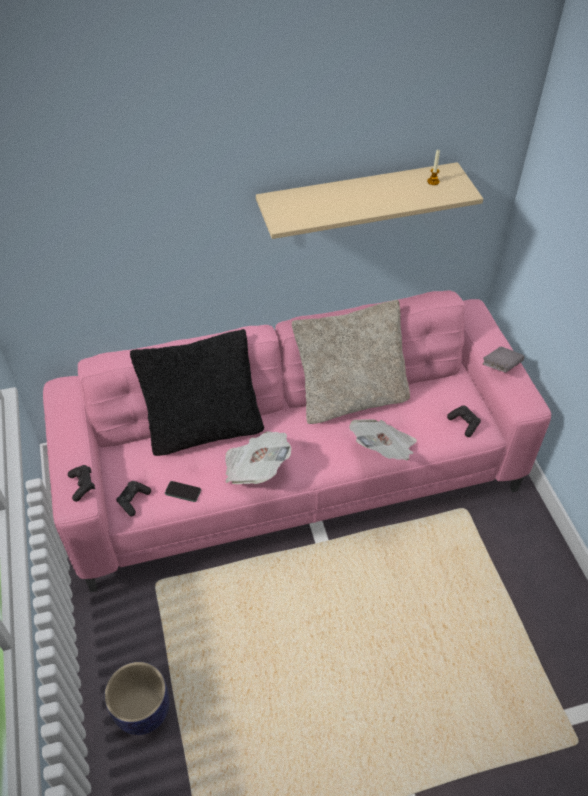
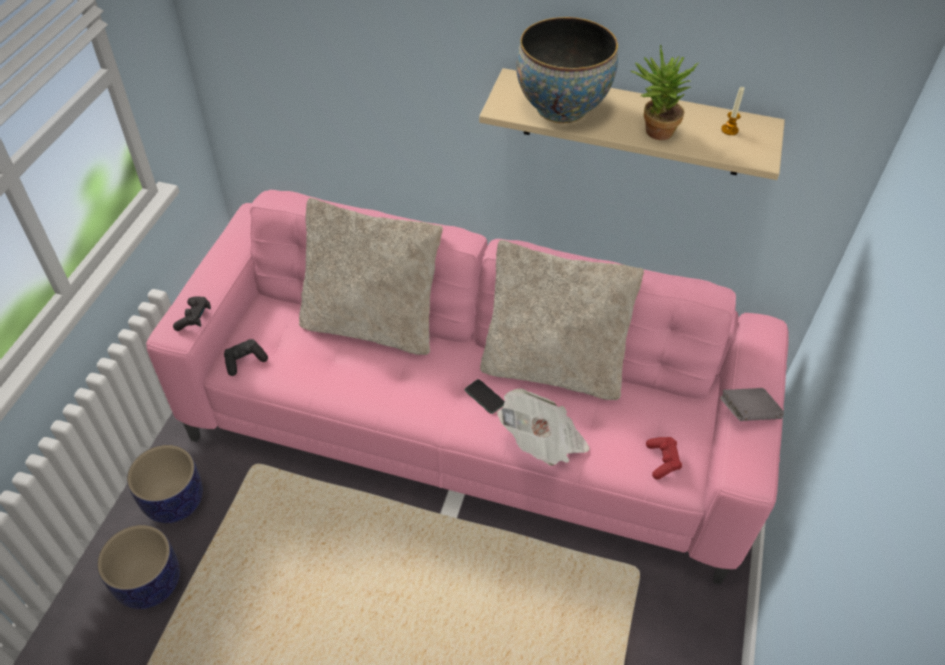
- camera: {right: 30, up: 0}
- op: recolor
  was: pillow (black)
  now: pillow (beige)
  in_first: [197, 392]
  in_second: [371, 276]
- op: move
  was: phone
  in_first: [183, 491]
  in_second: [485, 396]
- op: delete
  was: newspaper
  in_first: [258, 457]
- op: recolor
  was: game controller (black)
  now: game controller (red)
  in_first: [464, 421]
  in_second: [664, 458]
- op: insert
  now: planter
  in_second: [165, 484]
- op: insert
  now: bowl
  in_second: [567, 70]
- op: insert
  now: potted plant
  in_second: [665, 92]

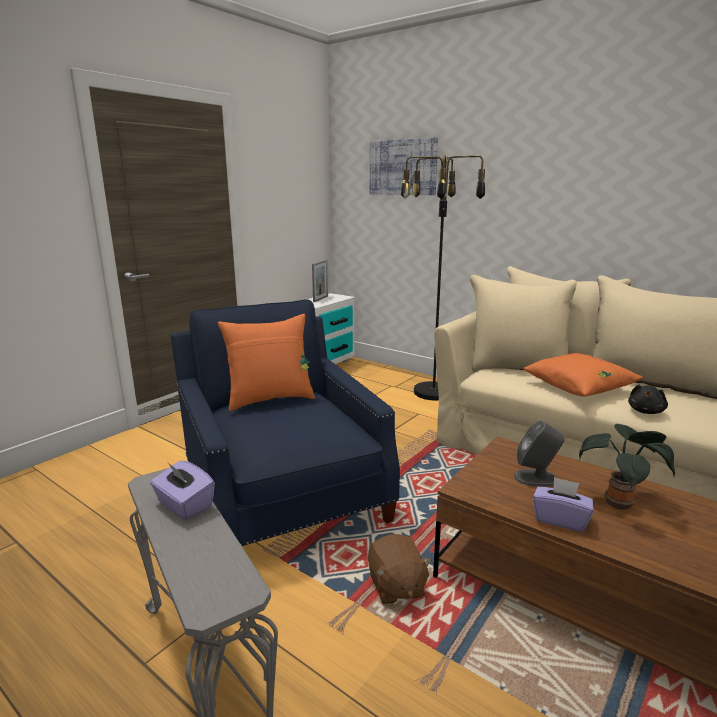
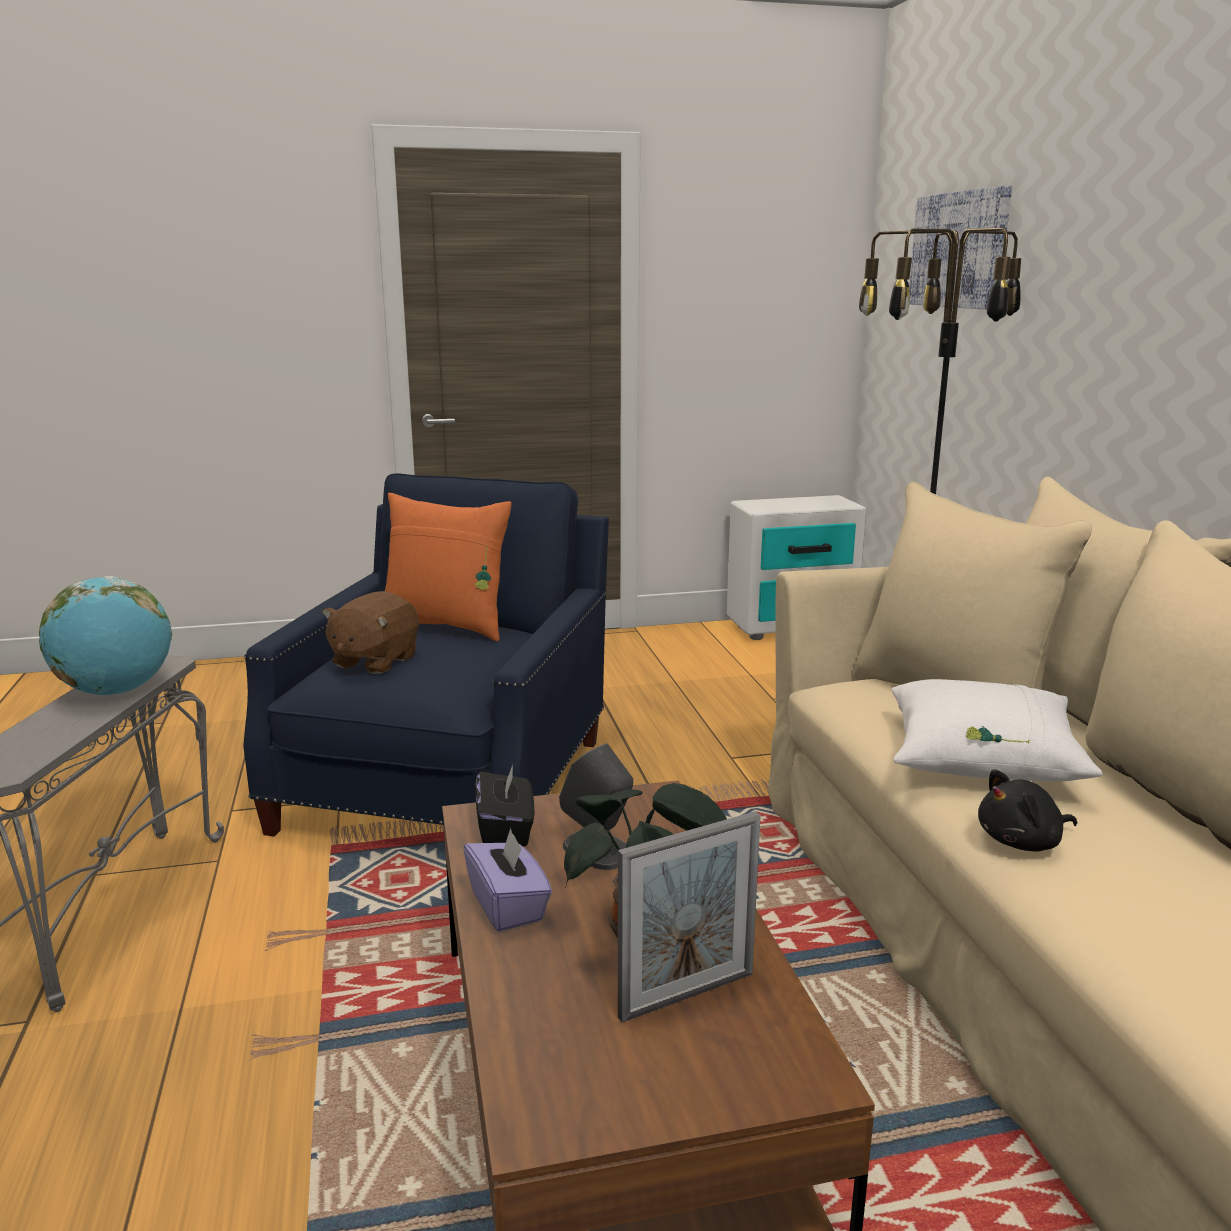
- camera: {right: 40, up: 0}
- op: replace
  was: tissue box (purple)
  now: globe
  in_first: [182, 490]
  in_second: [105, 635]
- op: move
  was: picture frame
  in_first: [320, 281]
  in_second: [689, 917]
- op: move
  was: plush toy (brown)
  in_first: [400, 569]
  in_second: [370, 632]
- op: recolor
  was: pillow (orange)
  now: pillow (white)
  in_first: [583, 375]
  in_second: [997, 730]
- op: insert
  now: tissue box (black)
  in_second: [505, 804]

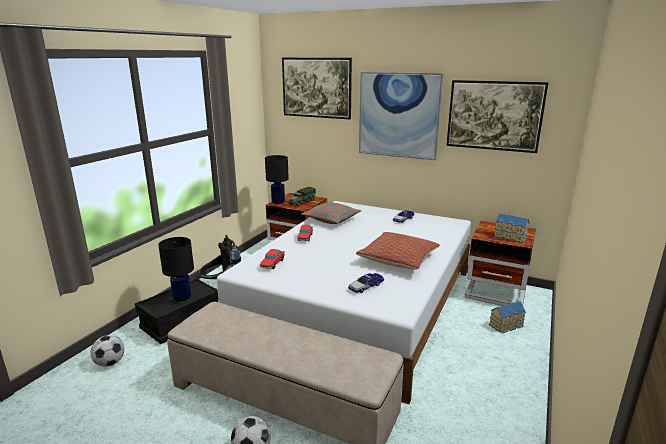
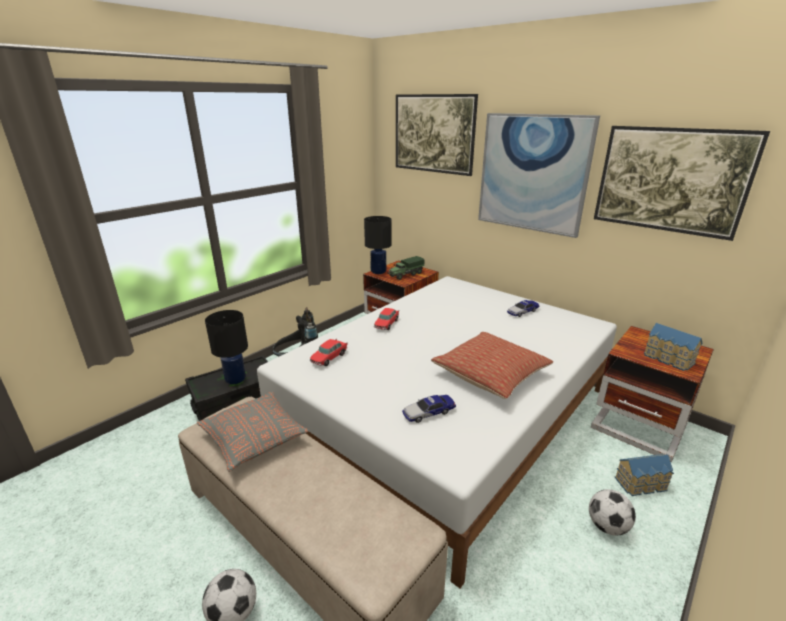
- camera: {right: 15, up: 5}
- op: move
  was: football
  in_first: [107, 351]
  in_second: [612, 512]
- op: move
  was: pillow (grey)
  in_first: [331, 213]
  in_second: [253, 431]

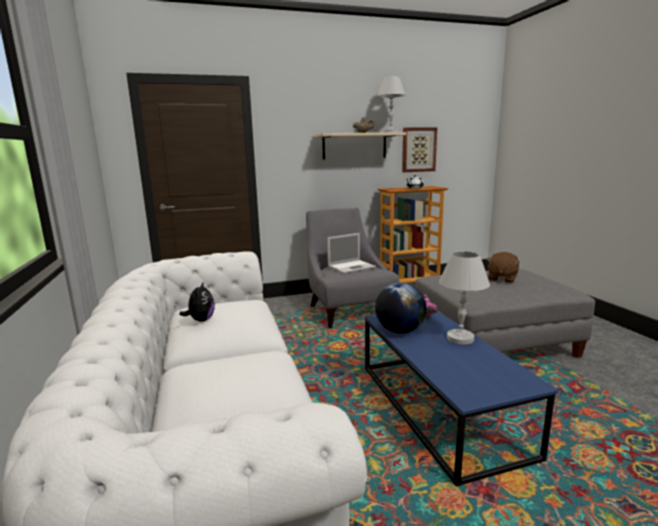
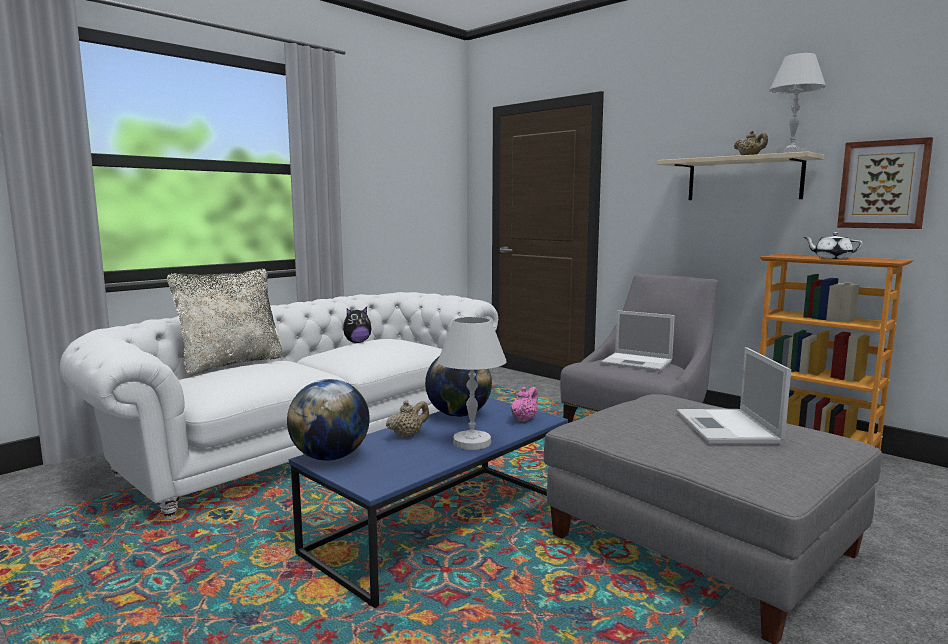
- camera: {right: 60, up: -5}
- op: replace
  was: plush toy (brown)
  now: laptop
  in_first: [503, 267]
  in_second: [734, 395]
- op: insert
  now: pillow (beige)
  in_second: [225, 321]
- op: insert
  now: globe
  in_second: [328, 420]
- op: insert
  now: teapot (beige)
  in_second: [407, 419]

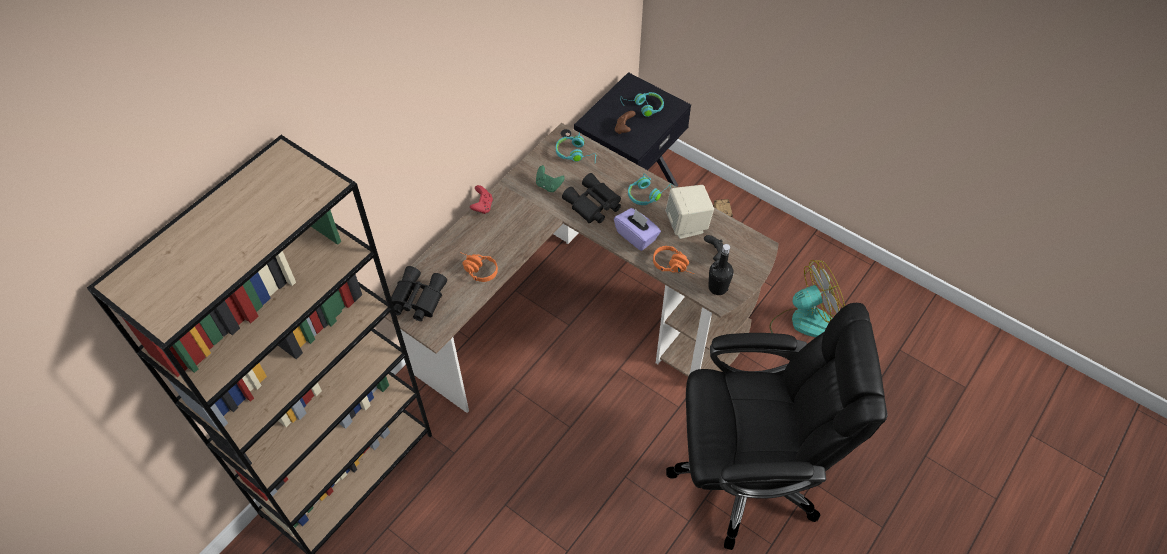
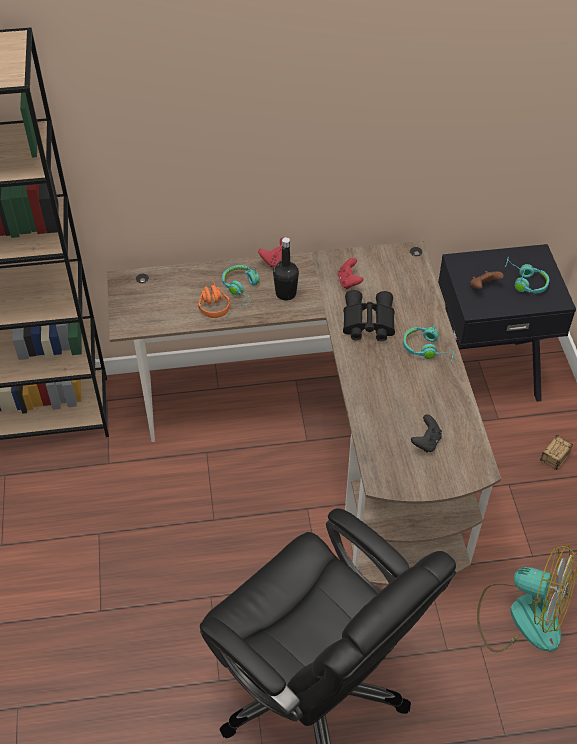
- camera: {right: 45, up: -5}
- op: delete
  was: binoculars (black)
  in_first: [419, 293]
- op: recolor
  was: game controller (green)
  now: game controller (red)
  in_first: [550, 178]
  in_second: [350, 273]
- op: move
  was: headphones (turquoise)
  in_first: [576, 147]
  in_second: [241, 285]
- op: delete
  was: tissue box (purple)
  in_first: [637, 229]
- op: delete
  was: headphones (orange)
  in_first: [673, 260]
- op: delete
  was: speaker (beige)
  in_first: [690, 212]
- op: move
  was: bottle (black)
  in_first: [721, 269]
  in_second: [286, 269]

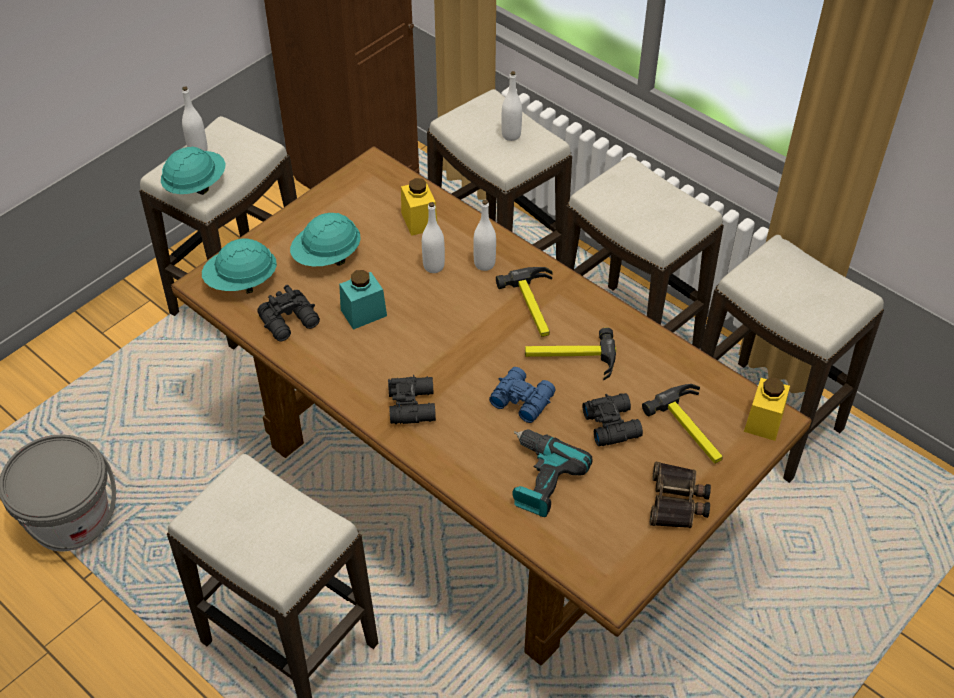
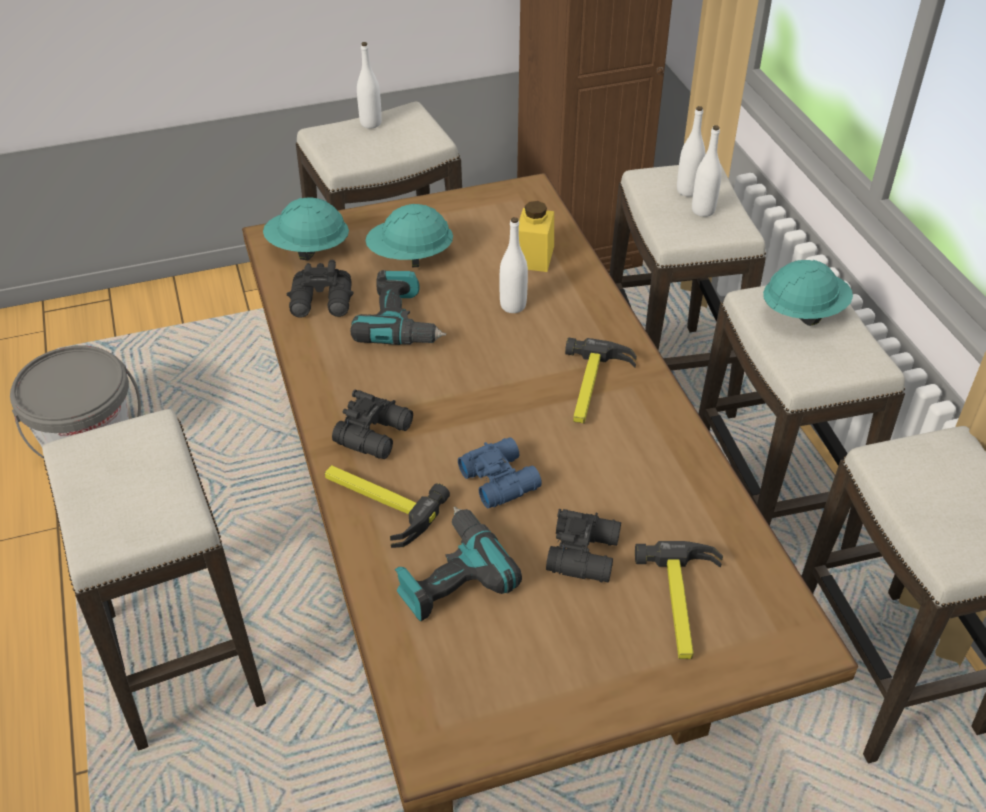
- camera: {right: 30, up: -5}
- op: move
  was: hard hat (turquoise)
  in_first: [193, 171]
  in_second: [808, 293]
- op: replace
  was: jar (turquoise)
  now: power drill
  in_first: [363, 300]
  in_second: [398, 307]
- op: move
  was: bottle (white)
  in_first: [484, 235]
  in_second: [691, 151]
- op: move
  was: hammer
  in_first: [570, 354]
  in_second: [387, 506]
- op: delete
  was: binoculars
  in_first: [680, 494]
- op: delete
  was: jar (yellow)
  in_first: [767, 409]

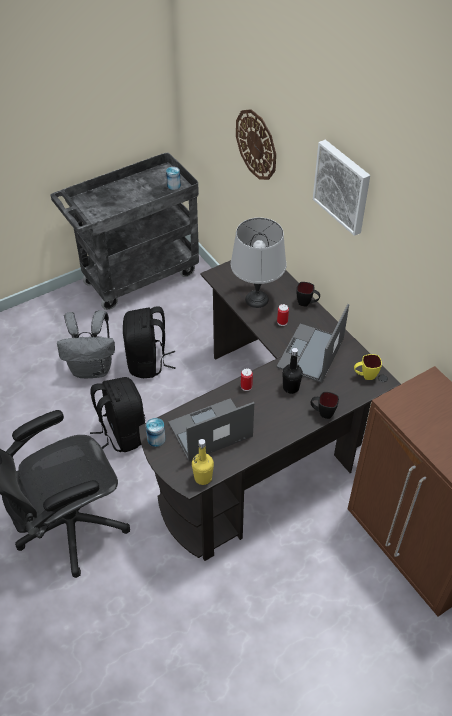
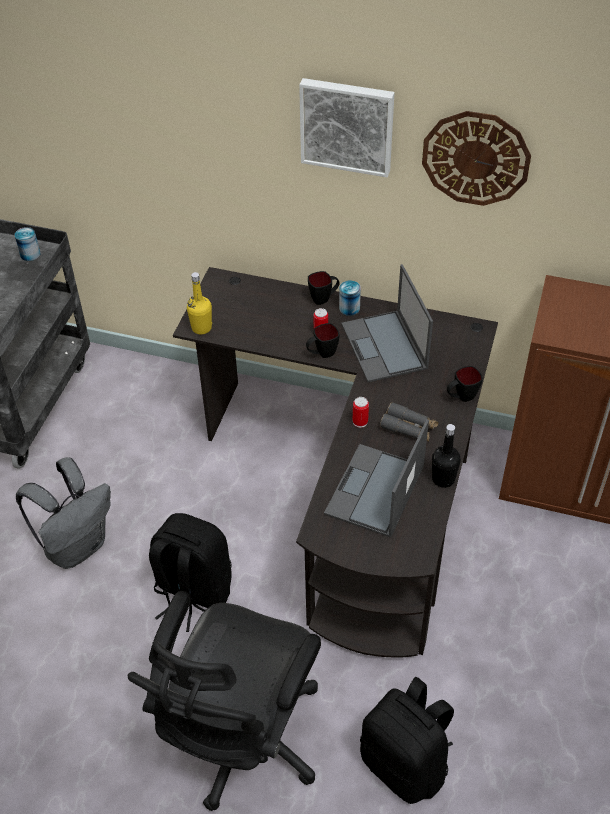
- camera: {right: -40, up: 0}
- op: move
  was: backpack (black)
  in_first: [149, 342]
  in_second: [407, 740]
- op: move
  was: can
  in_first: [156, 432]
  in_second: [350, 298]
- op: move
  was: bottle (yellow)
  in_first: [203, 462]
  in_second: [199, 303]
- op: delete
  was: table lamp (grey)
  in_first: [258, 263]
- op: move
  was: wall clock
  in_first: [256, 144]
  in_second: [476, 158]
- op: move
  was: bottle (black)
  in_first: [292, 371]
  in_second: [446, 456]
- op: delete
  was: mug (yellow)
  in_first: [368, 367]
- op: insert
  now: mug (black)
  in_second: [322, 340]
- op: insert
  now: binoculars (grey)
  in_second: [409, 422]

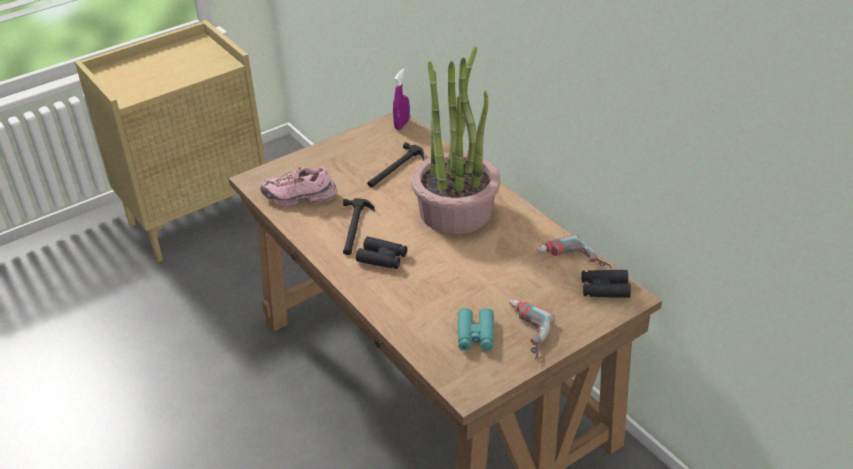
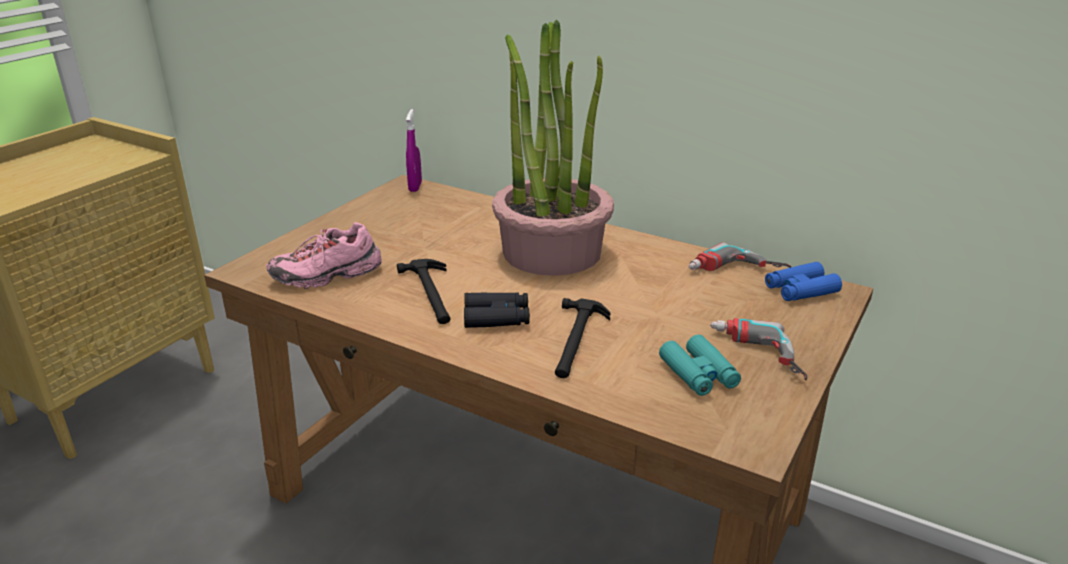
- camera: {right: -25, up: -10}
- op: move
  was: hammer
  in_first: [395, 164]
  in_second: [582, 338]
- op: recolor
  was: binoculars (black)
  now: binoculars (blue)
  in_first: [606, 284]
  in_second: [803, 281]

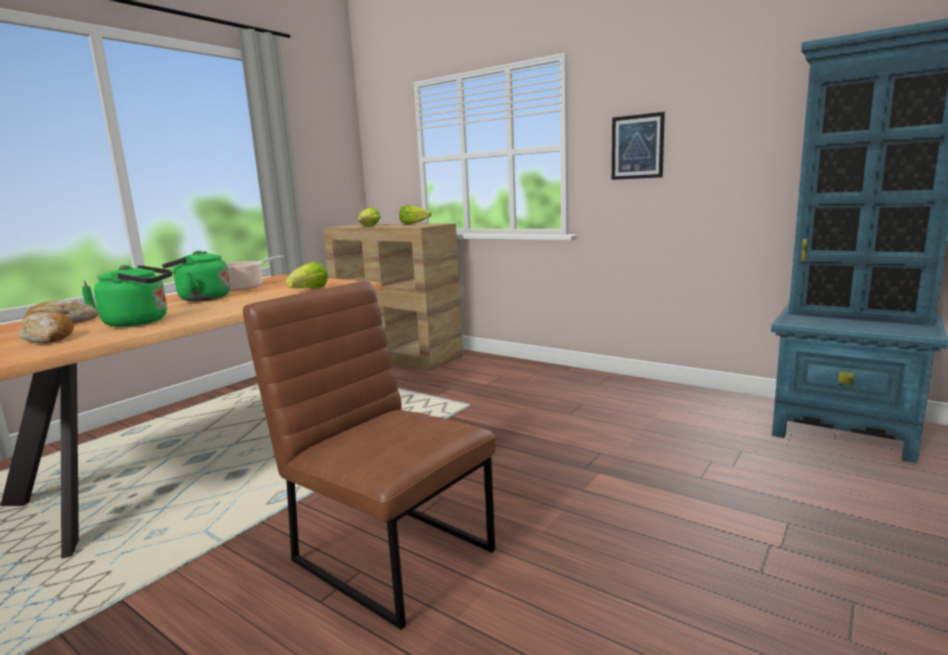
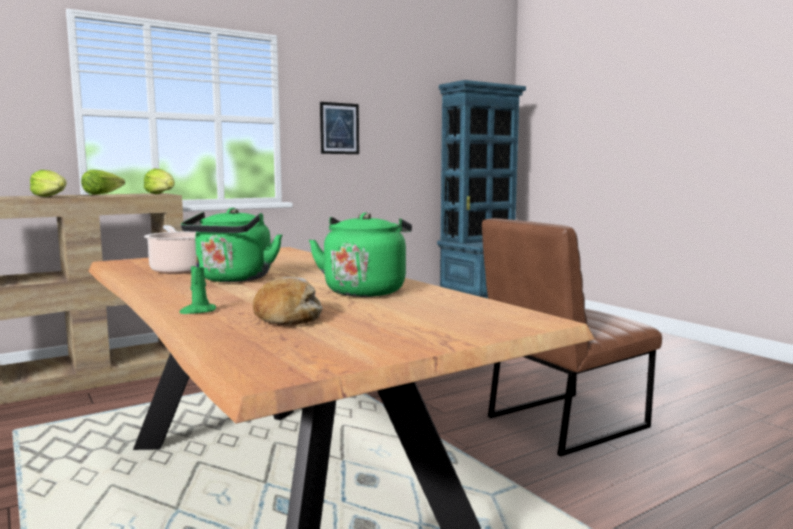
- camera: {right: -70, up: -5}
- op: delete
  was: bread
  in_first: [46, 327]
- op: move
  was: lettuce
  in_first: [307, 275]
  in_second: [159, 181]

